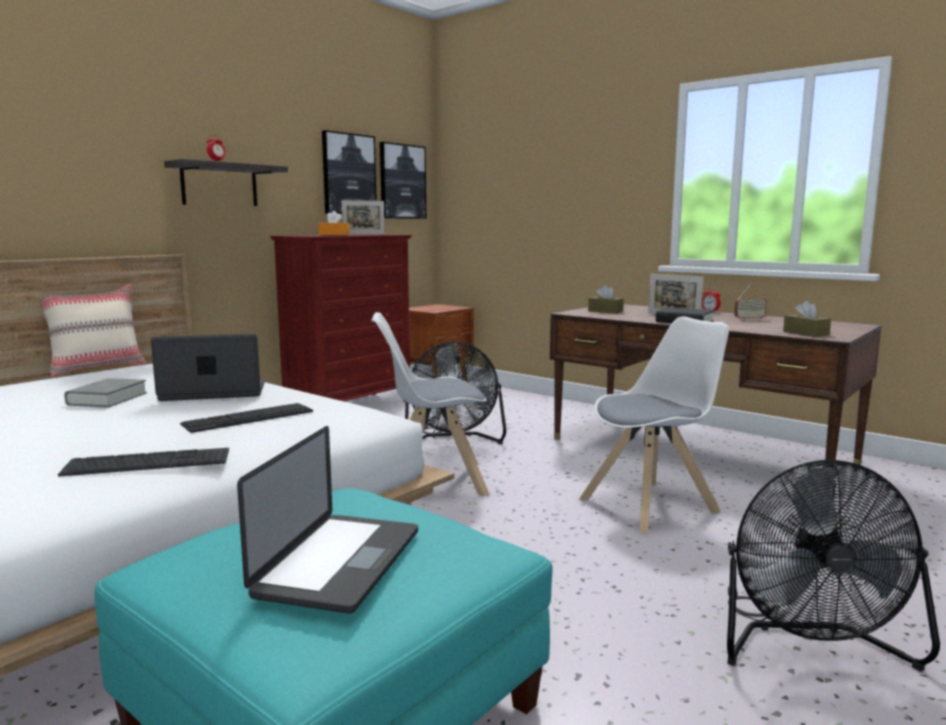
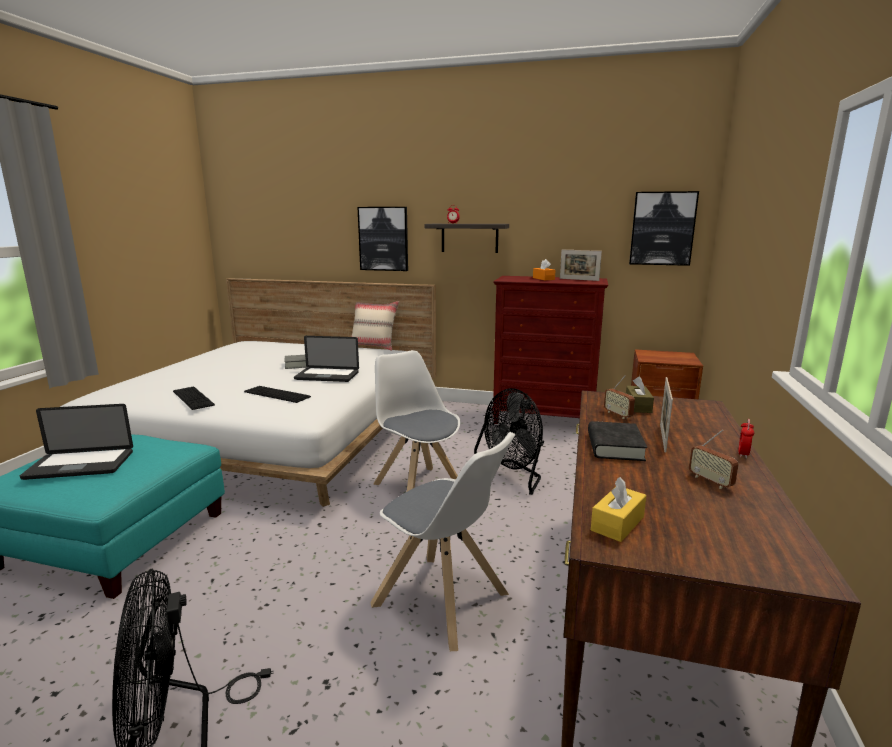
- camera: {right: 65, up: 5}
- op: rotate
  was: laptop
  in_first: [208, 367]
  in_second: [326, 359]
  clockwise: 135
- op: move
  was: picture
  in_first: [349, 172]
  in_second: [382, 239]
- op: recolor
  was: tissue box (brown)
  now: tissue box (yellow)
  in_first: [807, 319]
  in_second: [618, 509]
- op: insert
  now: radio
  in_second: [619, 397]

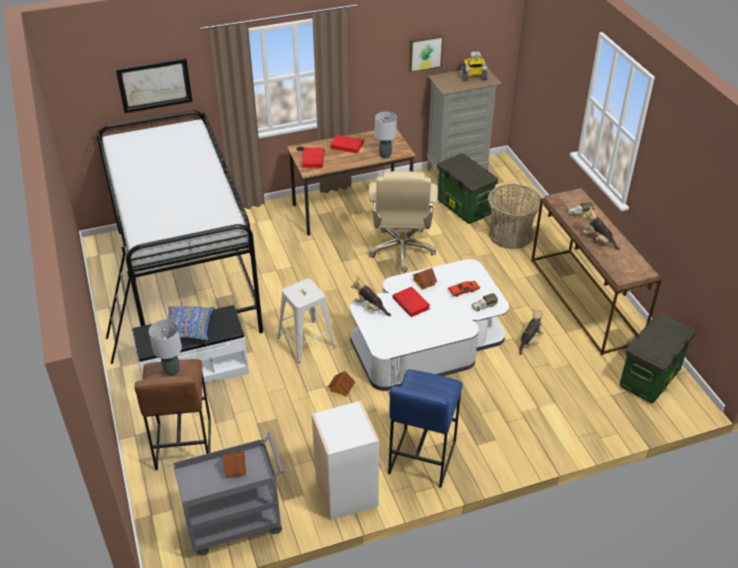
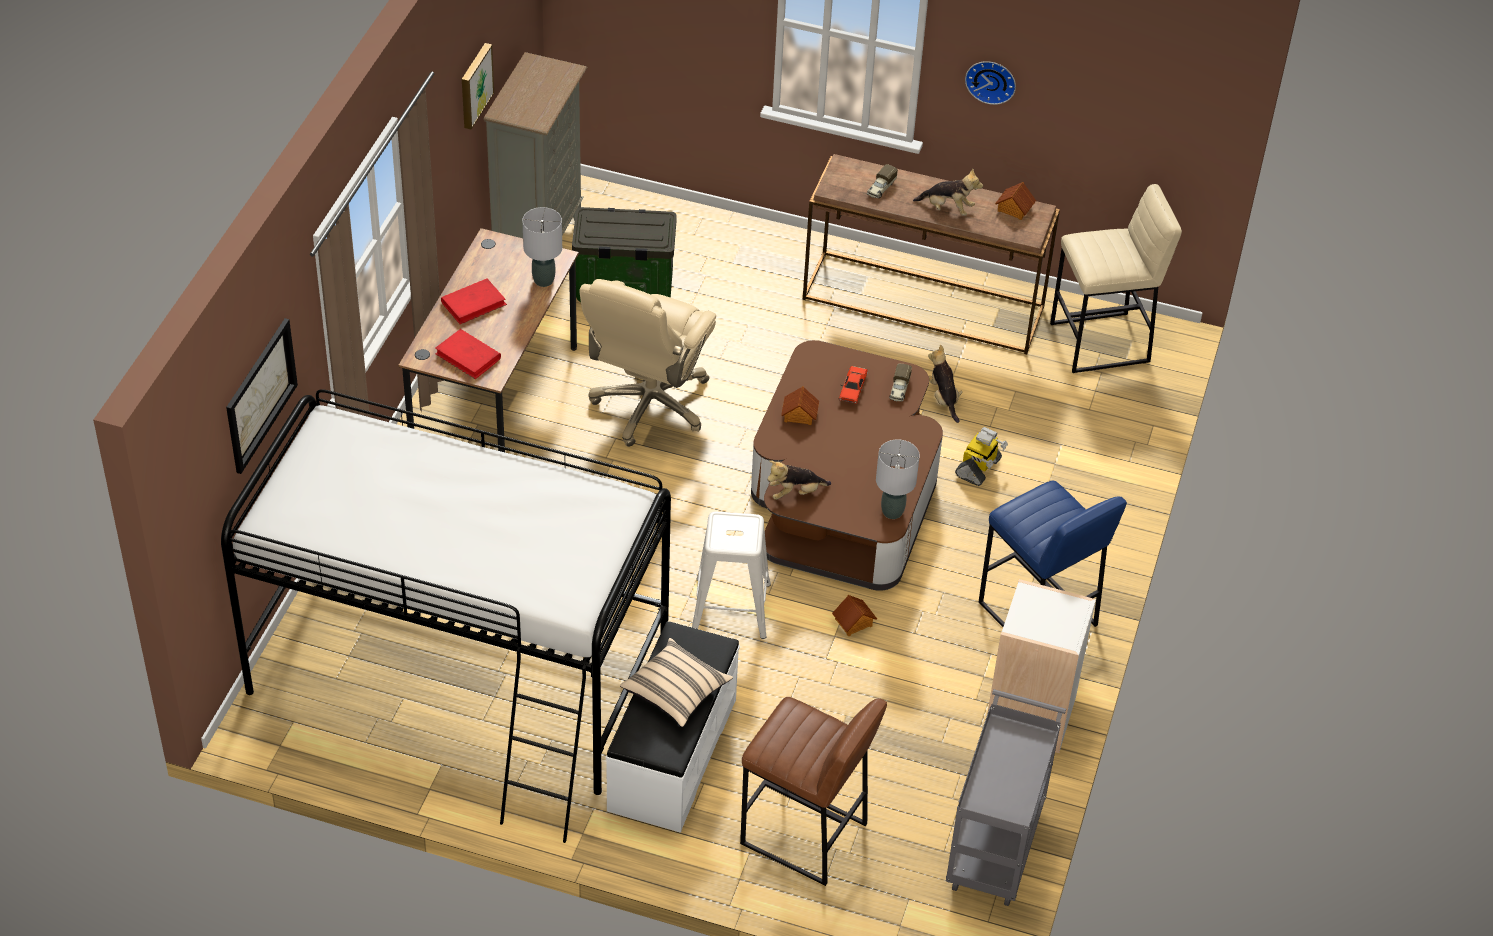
- camera: {right: -55, up: 5}
- op: move
  was: table lamp (grey)
  in_first: [165, 347]
  in_second: [898, 479]
- op: recolor
  was: pillow (blue)
  now: pillow (beige)
  in_first: [191, 323]
  in_second: [676, 682]
- op: move
  was: toy house
  in_first: [234, 464]
  in_second: [1015, 201]
- op: recolor
  was: coffee table (white)
  now: coffee table (brown)
  in_first: [429, 325]
  in_second: [847, 465]
- op: rotate
  was: office chair (beige)
  in_first: [403, 222]
  in_second: [647, 363]
  clockwise: 75
- op: delete
  was: book (red)
  in_first: [411, 302]
- op: move
  was: toy robot
  in_first: [473, 66]
  in_second: [981, 456]
- op: delete
  was: basket
  in_first: [515, 216]
- op: rotate
  was: plush toy
  in_first: [601, 228]
  in_second: [948, 192]
  clockwise: -150
- op: replace
  was: storage box
  now: stool (beige)
  in_first: [657, 358]
  in_second: [1116, 278]
- op: insert
  now: wall clock
  in_second: [990, 83]

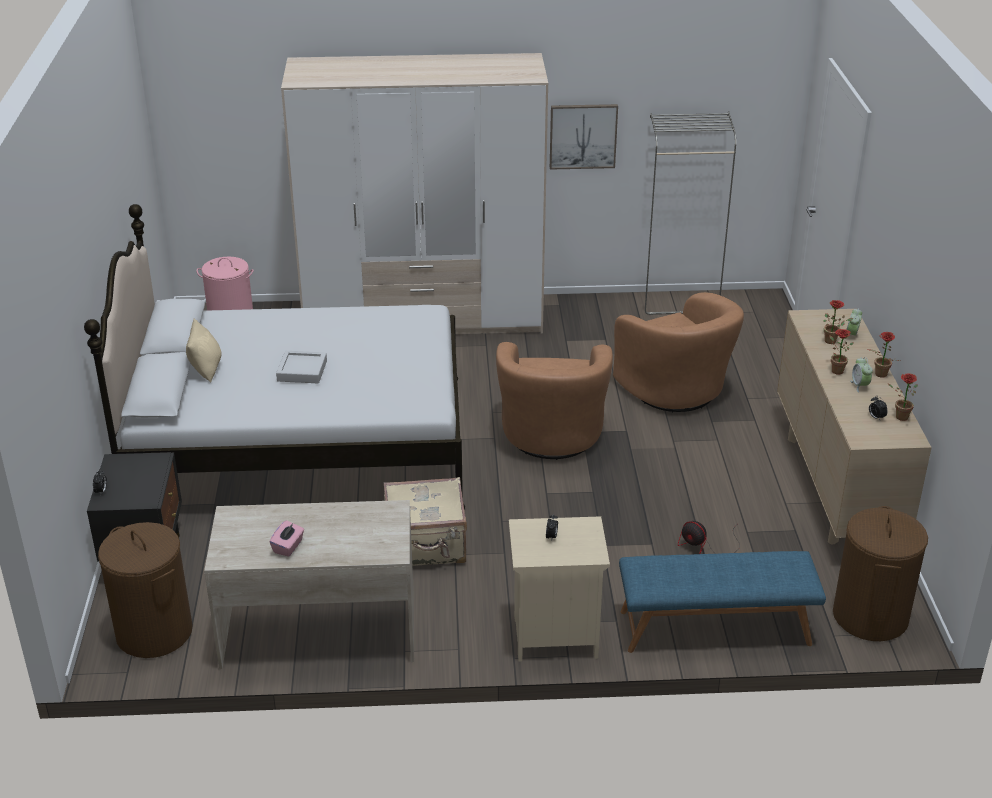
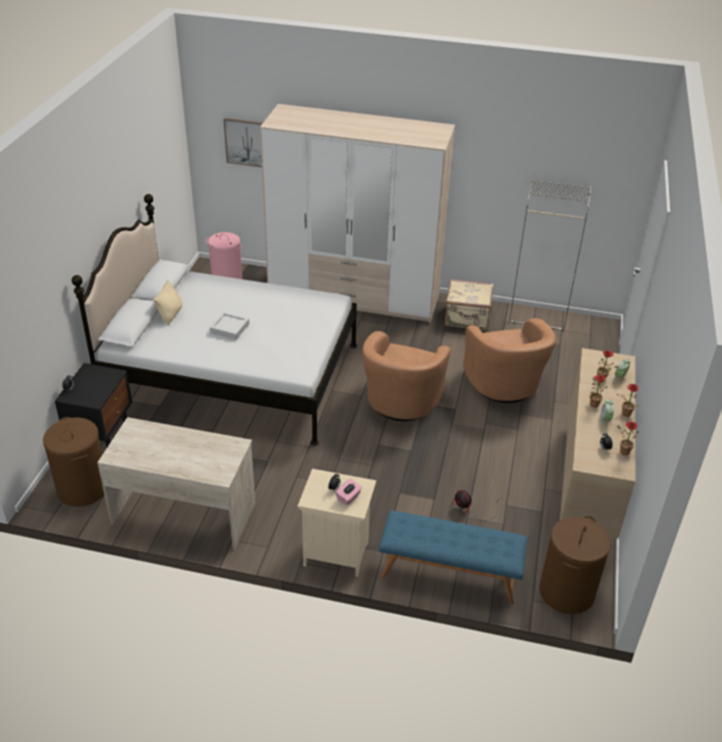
- camera: {right: 15, up: 5}
- op: move
  was: tissue box (pink)
  in_first: [287, 538]
  in_second: [349, 492]
- op: move
  was: suitcase (beige)
  in_first: [425, 521]
  in_second: [469, 305]
- op: move
  was: picture
  in_first: [584, 137]
  in_second: [243, 142]

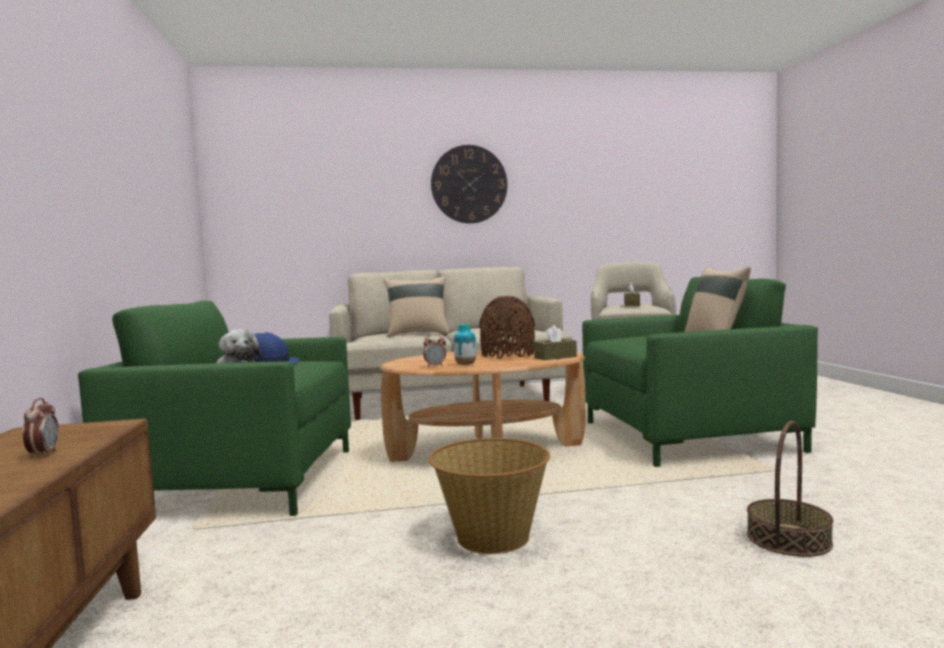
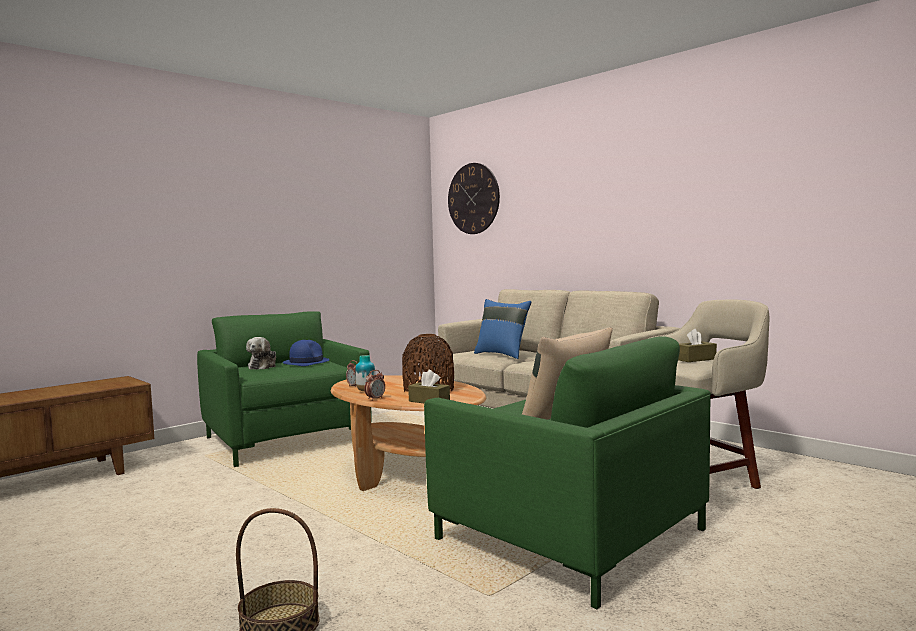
- camera: {right: 55, up: 0}
- op: move
  was: alarm clock
  in_first: [41, 427]
  in_second: [374, 385]
- op: recolor
  was: pillow (beige)
  now: pillow (blue)
  in_first: [416, 306]
  in_second: [502, 329]
- op: delete
  was: basket
  in_first: [489, 496]
- op: move
  was: wall clock
  in_first: [469, 184]
  in_second: [474, 198]

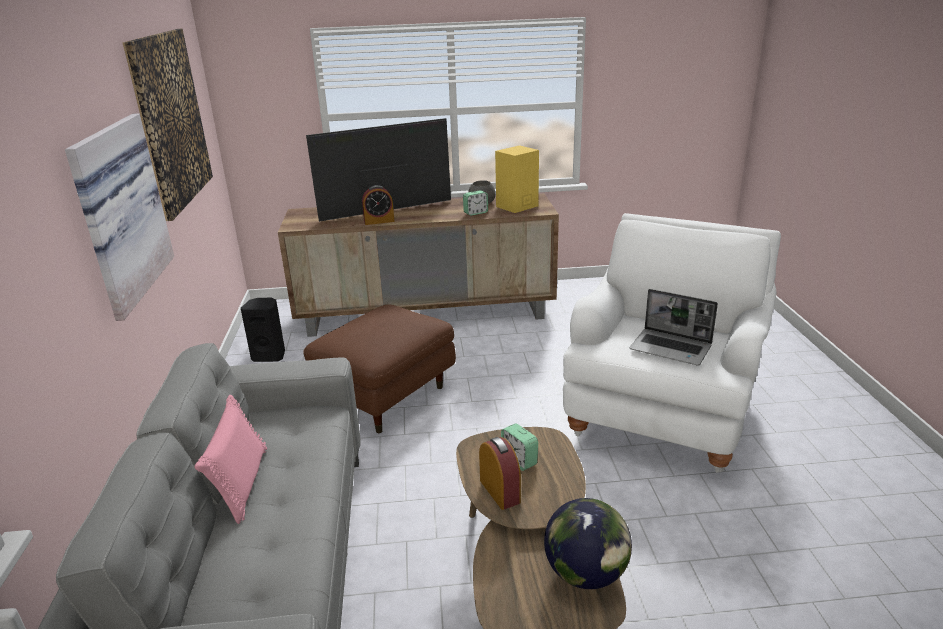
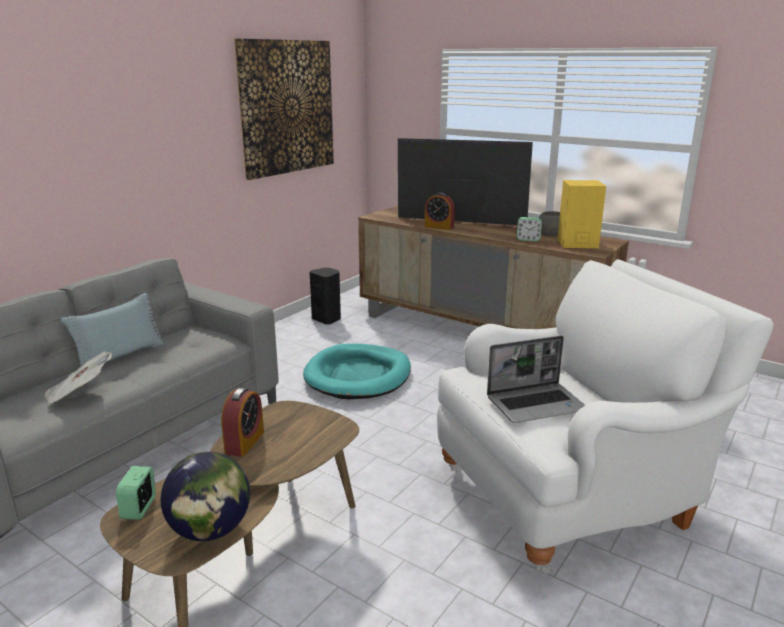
- camera: {right: 40, up: -5}
- op: delete
  was: picture
  in_first: [119, 217]
- op: recolor
  was: pillow (pink)
  now: pillow (blue)
  in_first: [230, 459]
  in_second: [112, 329]
- op: replace
  was: ottoman (brown)
  now: dog bed (turquoise)
  in_first: [379, 368]
  in_second: [357, 371]
- op: move
  was: alarm clock
  in_first: [519, 447]
  in_second: [136, 493]
- op: rotate
  was: laptop
  in_first: [674, 327]
  in_second: [536, 379]
  clockwise: -90
- op: insert
  now: newspaper
  in_second: [78, 378]

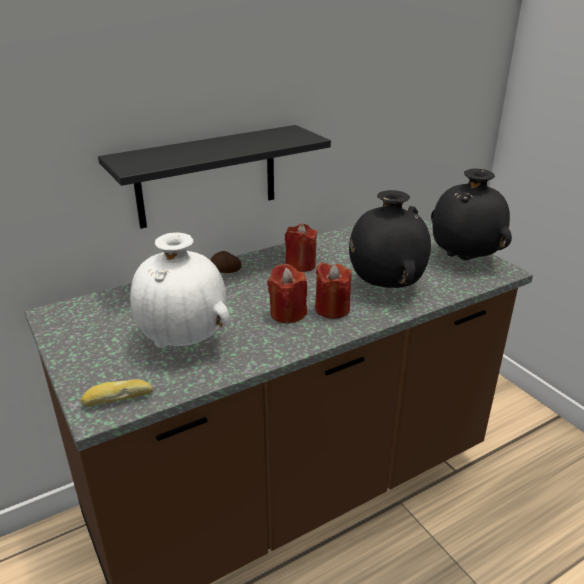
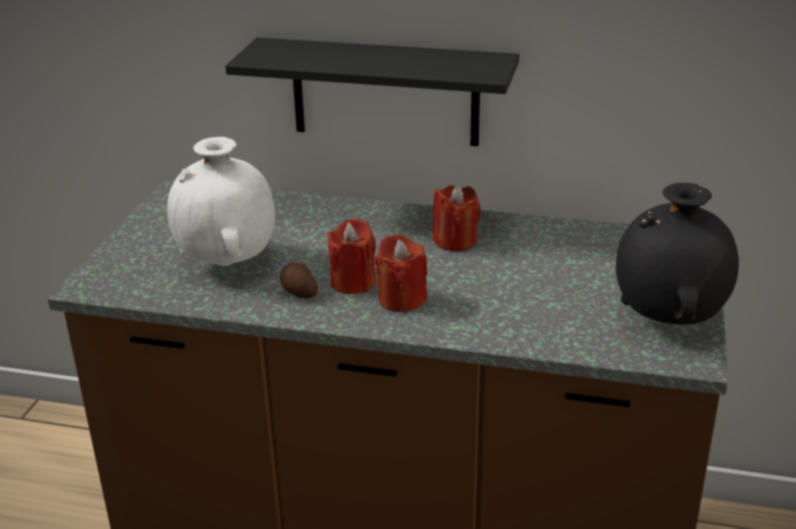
- camera: {right: 45, up: 0}
- op: delete
  was: bread
  in_first: [117, 392]
- op: move
  was: potato
  in_first: [226, 262]
  in_second: [299, 280]
- op: delete
  was: vase (black)
  in_first: [390, 239]

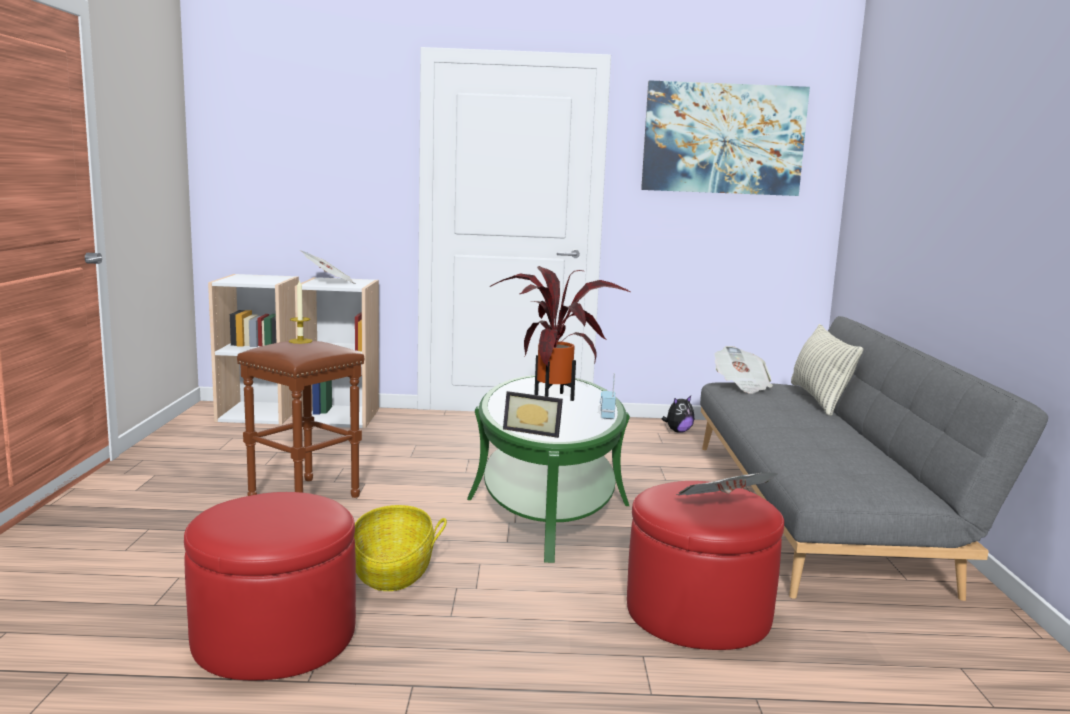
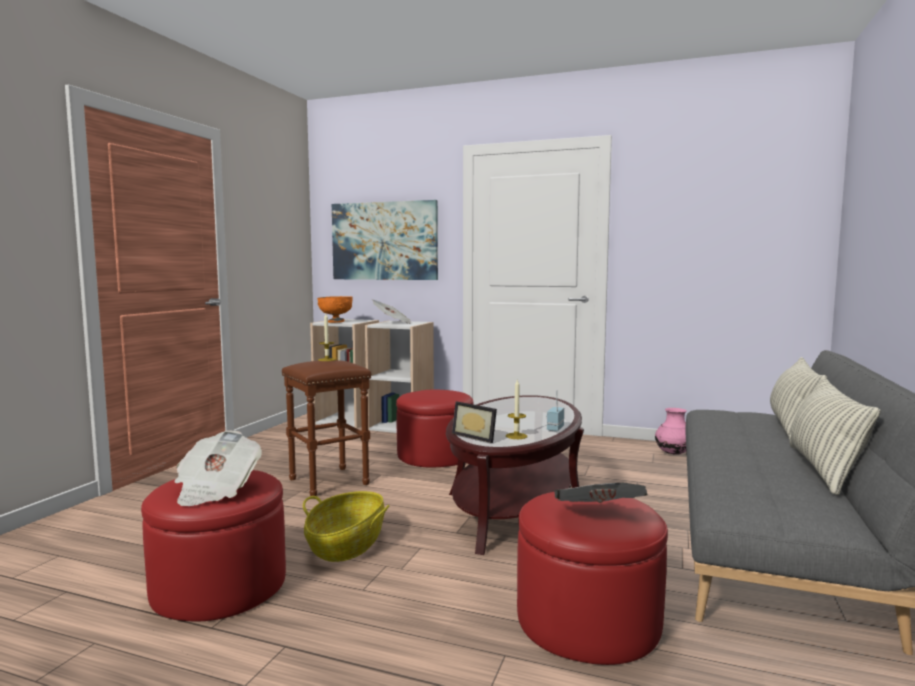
- camera: {right: 20, up: -5}
- op: recolor
  was: coffee table (green)
  now: coffee table (brown)
  in_first: [548, 469]
  in_second: [515, 475]
- op: delete
  was: potted plant
  in_first: [560, 333]
- op: move
  was: picture
  in_first: [725, 138]
  in_second: [385, 240]
- op: replace
  was: plush toy
  now: vase (pink)
  in_first: [678, 414]
  in_second: [671, 431]
- op: move
  was: newspaper
  in_first: [743, 370]
  in_second: [218, 468]
- op: insert
  now: bowl (orange)
  in_second: [335, 309]
- op: insert
  now: ottoman (red)
  in_second: [434, 428]
- op: insert
  now: candle
  in_second: [516, 409]
- op: insert
  now: pillow
  in_second: [835, 436]

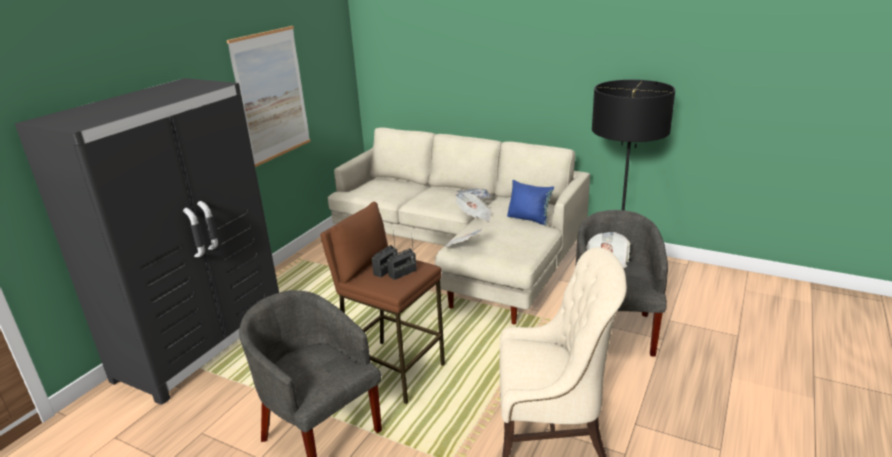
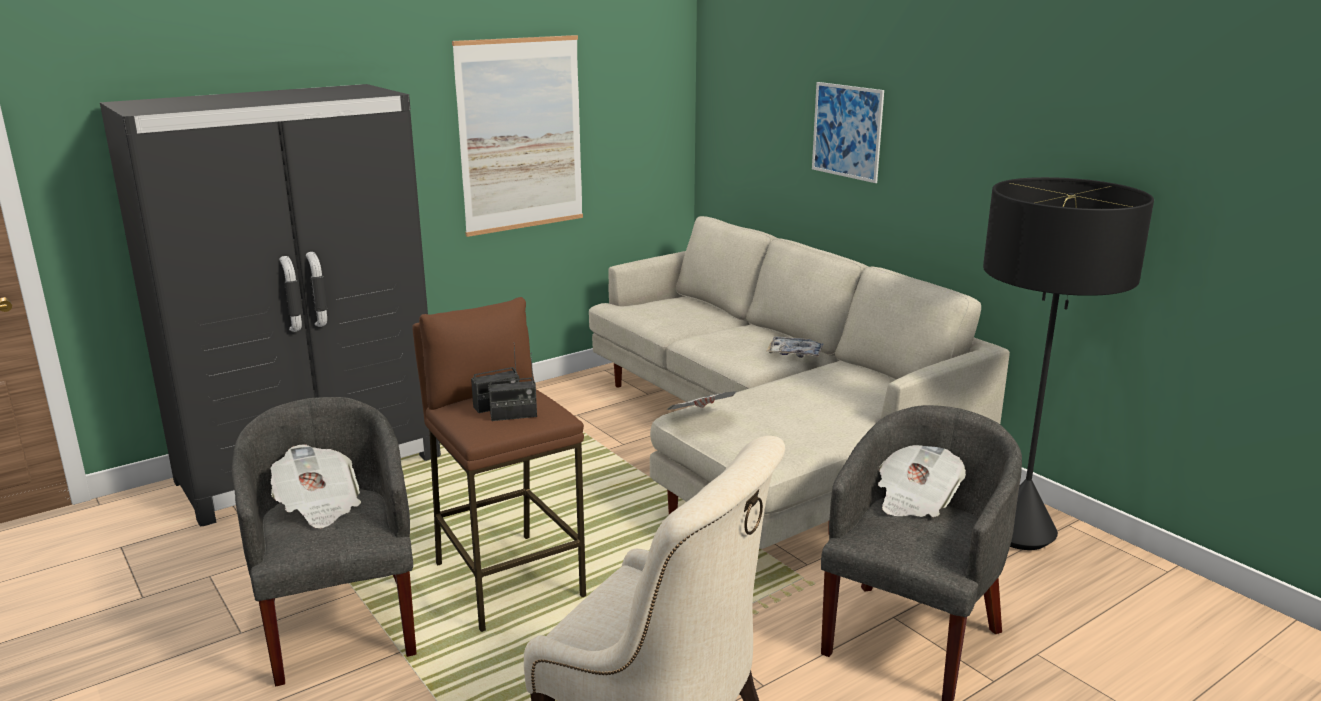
- camera: {right: 25, up: -5}
- op: move
  was: newspaper
  in_first: [473, 207]
  in_second: [315, 486]
- op: delete
  was: pillow (blue)
  in_first: [530, 202]
- op: insert
  now: picture
  in_second: [848, 132]

